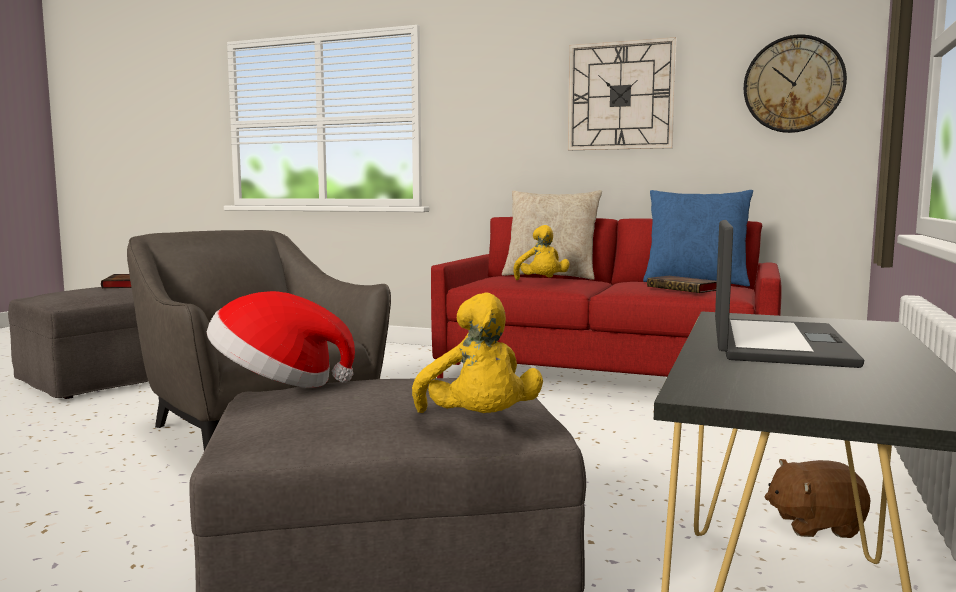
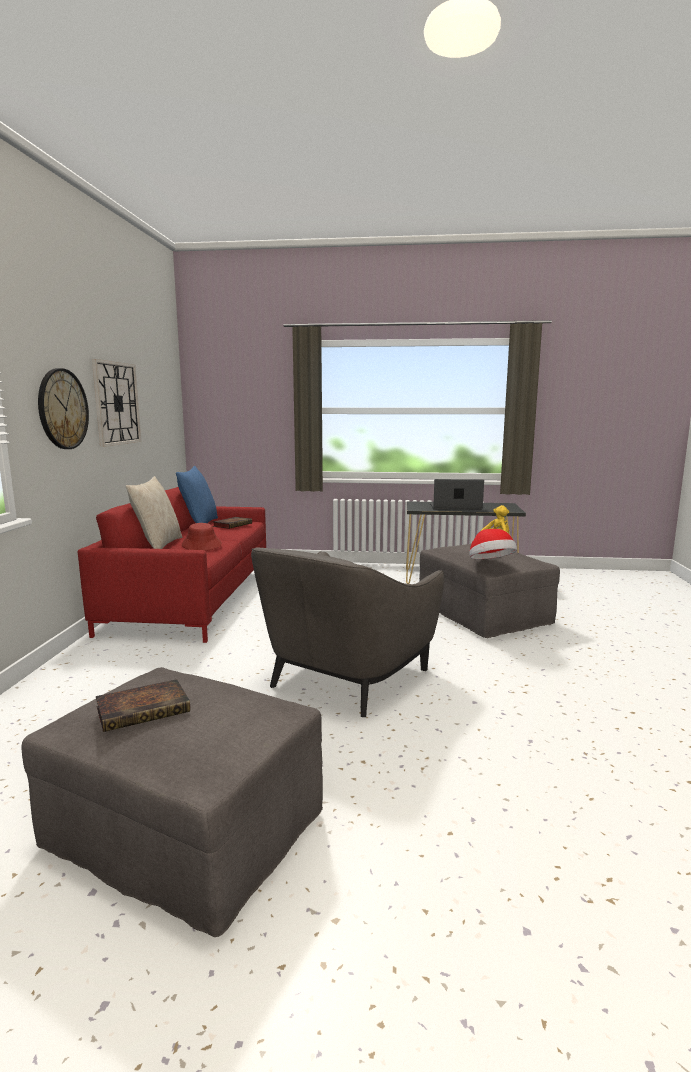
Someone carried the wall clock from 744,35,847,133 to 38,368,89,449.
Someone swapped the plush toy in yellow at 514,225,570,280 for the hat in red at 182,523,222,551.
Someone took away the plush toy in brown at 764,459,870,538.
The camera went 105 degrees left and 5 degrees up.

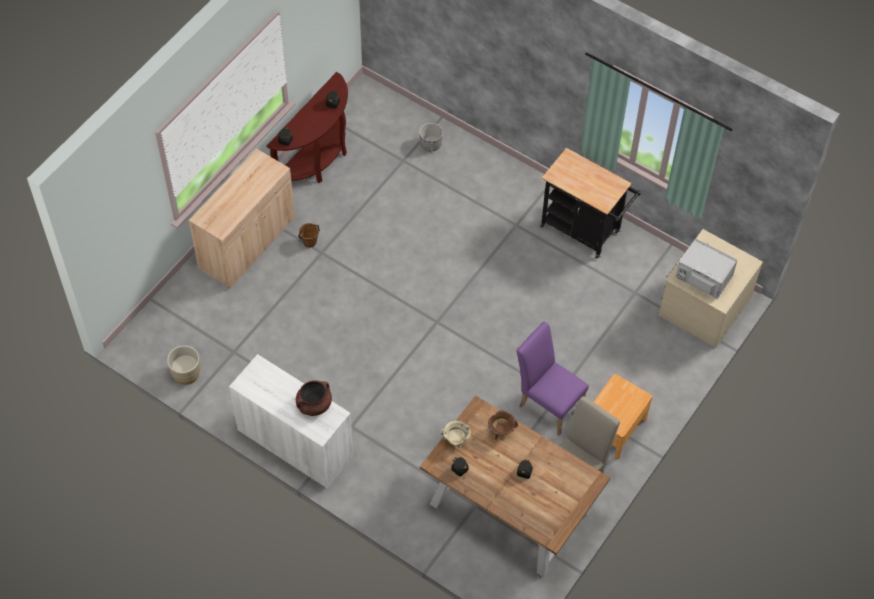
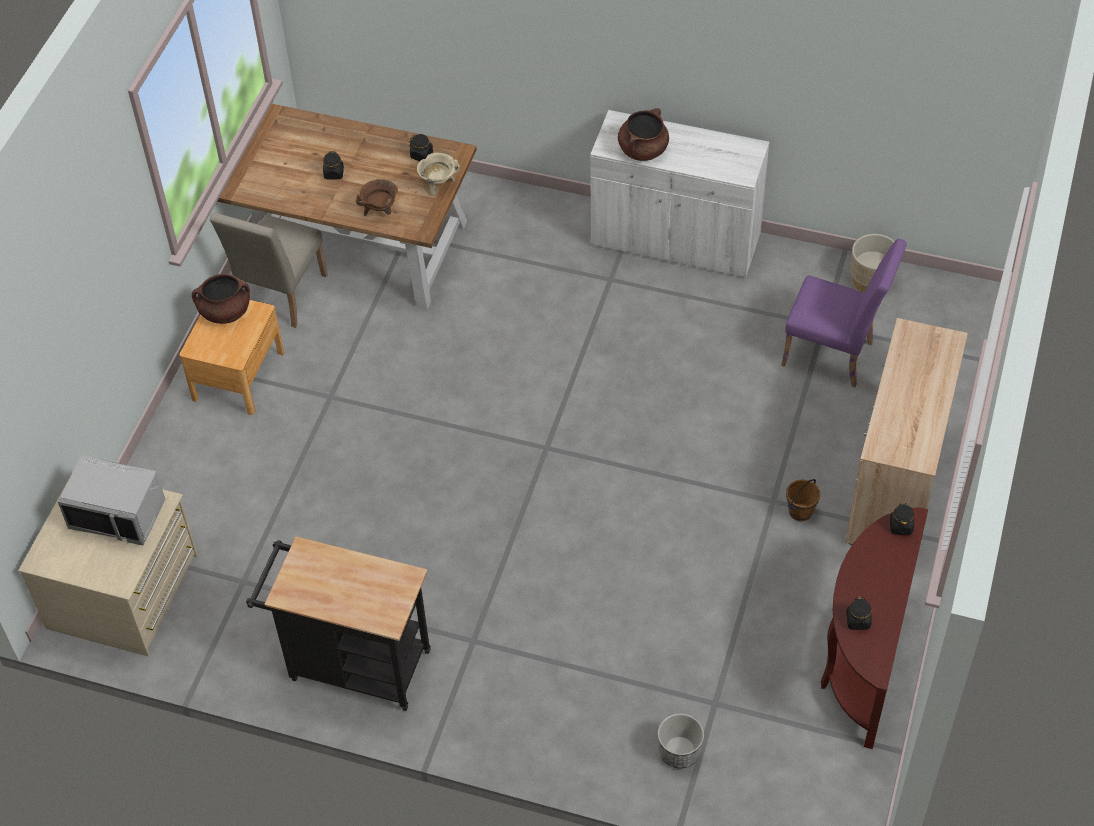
Someone carried the chair in purple from 516,322,589,436 to 781,239,907,387.
Someone put down the cooking pot in brown at 192,274,250,324.
The camera went 165 degrees right and 5 degrees down.

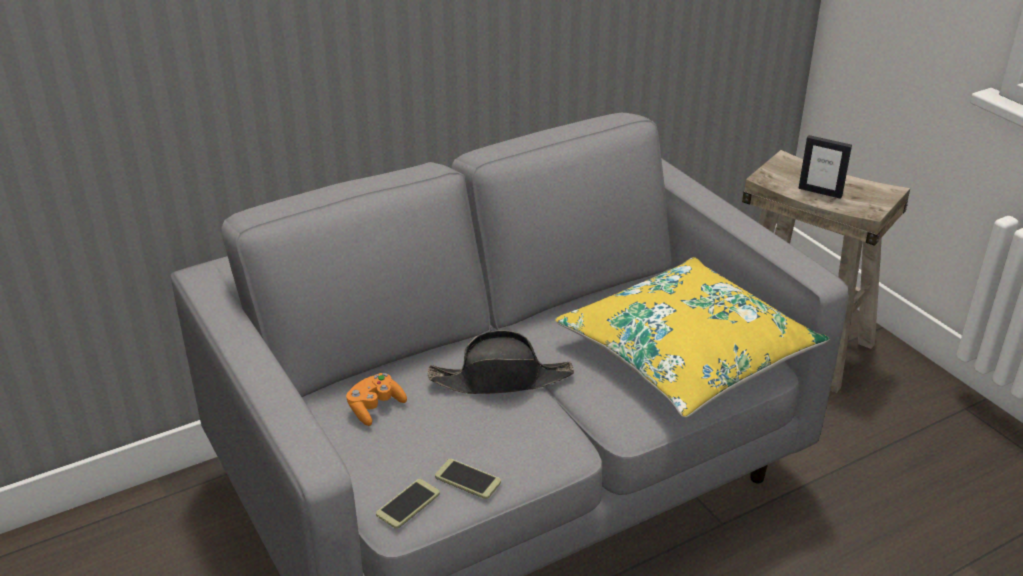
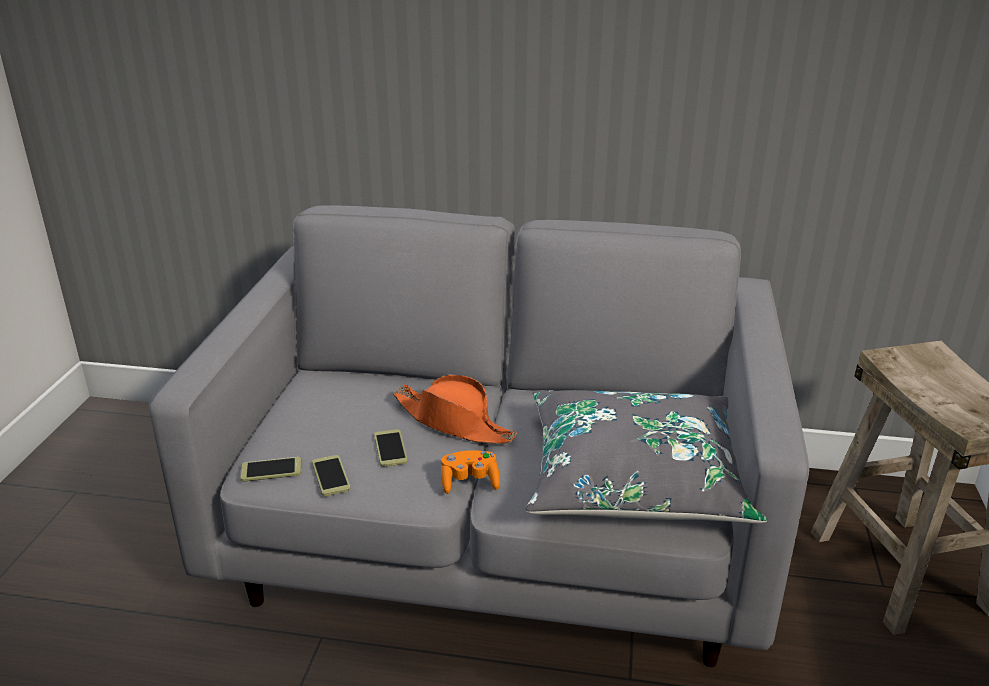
Someone took away the picture frame at 798,135,852,199.
Someone repainted the pillow in yellow at 555,257,830,418, which became the pillow in grey at 526,390,767,523.
Someone repainted the hat in black at 428,330,574,394, which became the hat in orange at 393,374,517,444.
Someone carried the game controller in orange from 346,373,407,426 to 441,450,500,494.
Someone put down the phone at 374,429,408,467.
The camera went 40 degrees right and 5 degrees down.

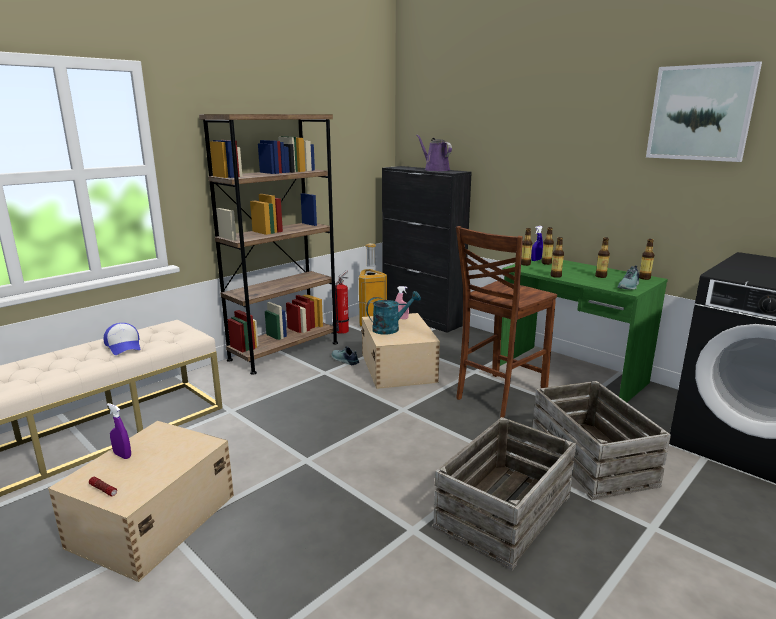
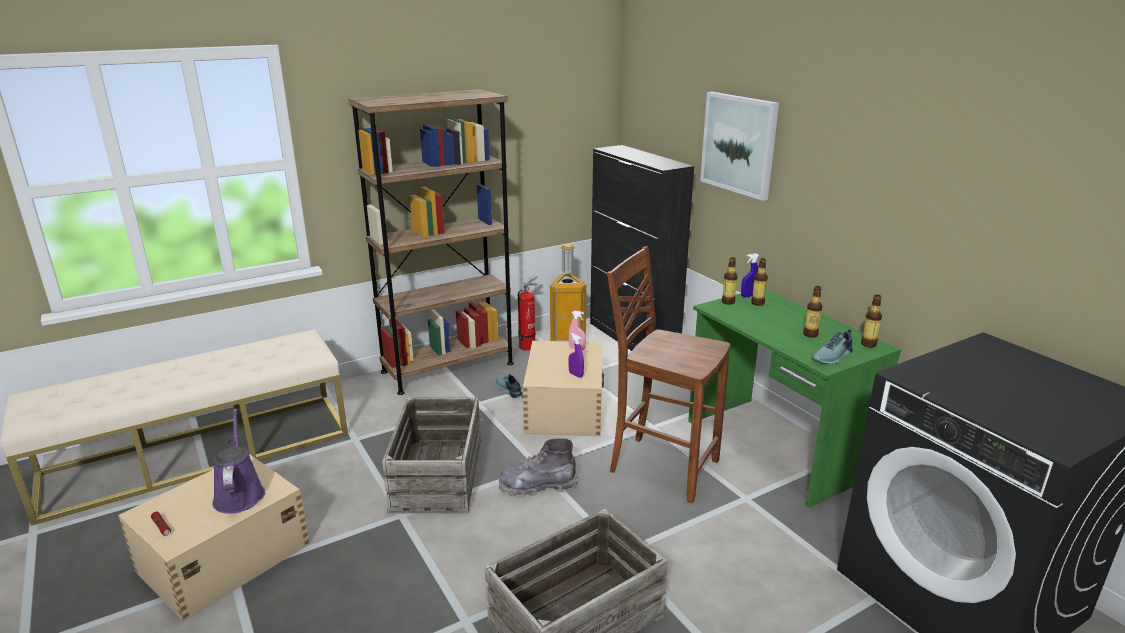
Someone carried the picture from 646,61,762,162 to 700,92,779,201.
Someone carried the watering can in purple from 416,134,452,171 to 212,409,265,514.
Someone rotated the chair in brown at 456,226,557,418 by 60 degrees clockwise.
Someone took away the bottle at 551,237,564,278.
Someone took away the watering can in turquoise at 366,291,421,335.
Someone took away the cap at 104,323,140,355.
Someone carried the crate from 532,381,671,501 to 382,397,481,514.
Someone carried the spray bottle in purple from 107,403,131,459 to 568,333,584,378.
Someone put down the boot in grey at 499,438,577,497.
The camera went 15 degrees right and 5 degrees up.

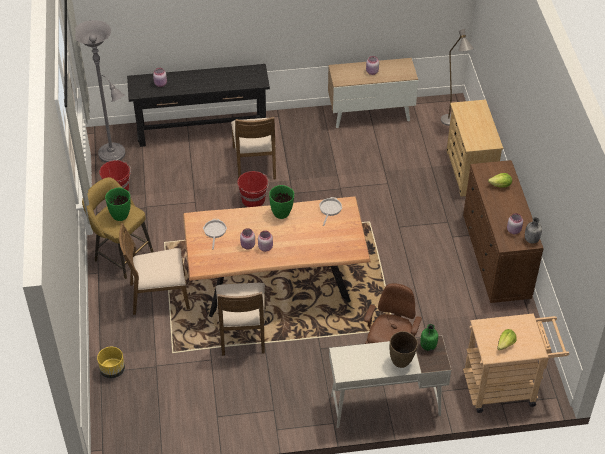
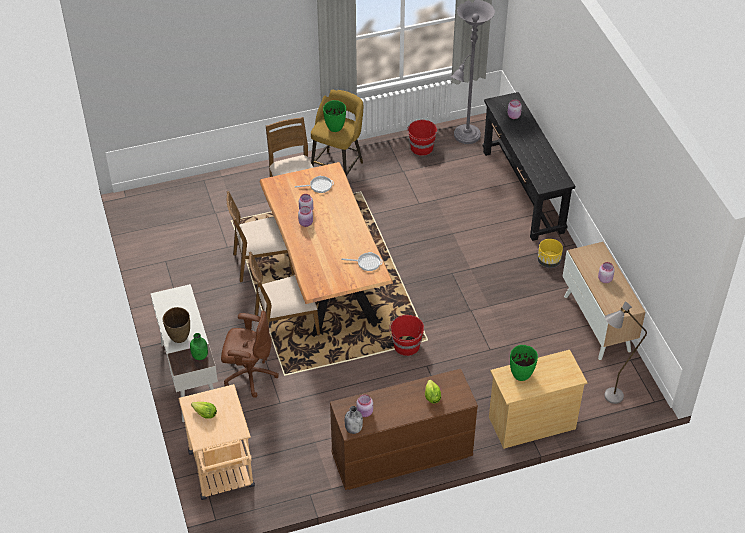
Someone carried the chair in brown from 231,117,276,180 to 249,252,320,335.
Someone carried the bucket in red from 237,171,269,207 to 389,315,424,356.
Someone carried the vase in green from 269,185,294,219 to 510,345,538,381.
Someone carried the planter in yellow from 97,347,125,378 to 538,239,563,268.
The camera went 80 degrees right and 0 degrees up.

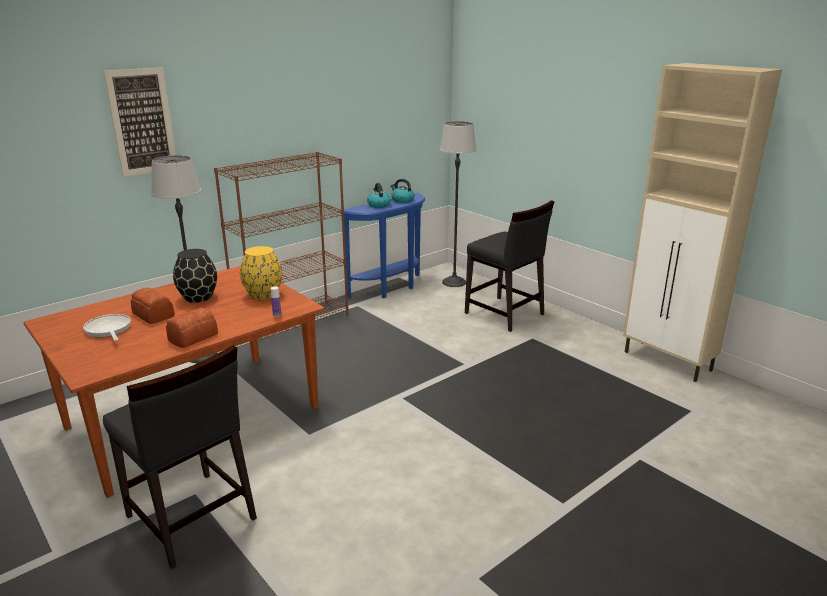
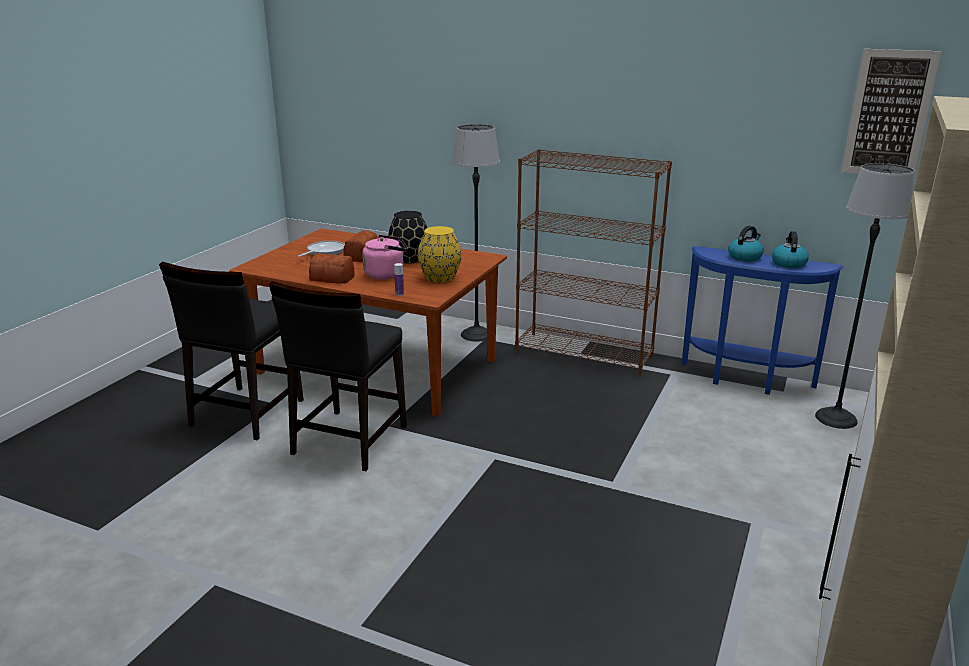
Someone carried the picture from 104,67,176,177 to 841,49,941,174.
Someone carried the chair in black from 465,200,554,332 to 269,281,407,471.
Someone put down the kettle in pink at 362,235,408,280.
The camera went 65 degrees right and 0 degrees up.

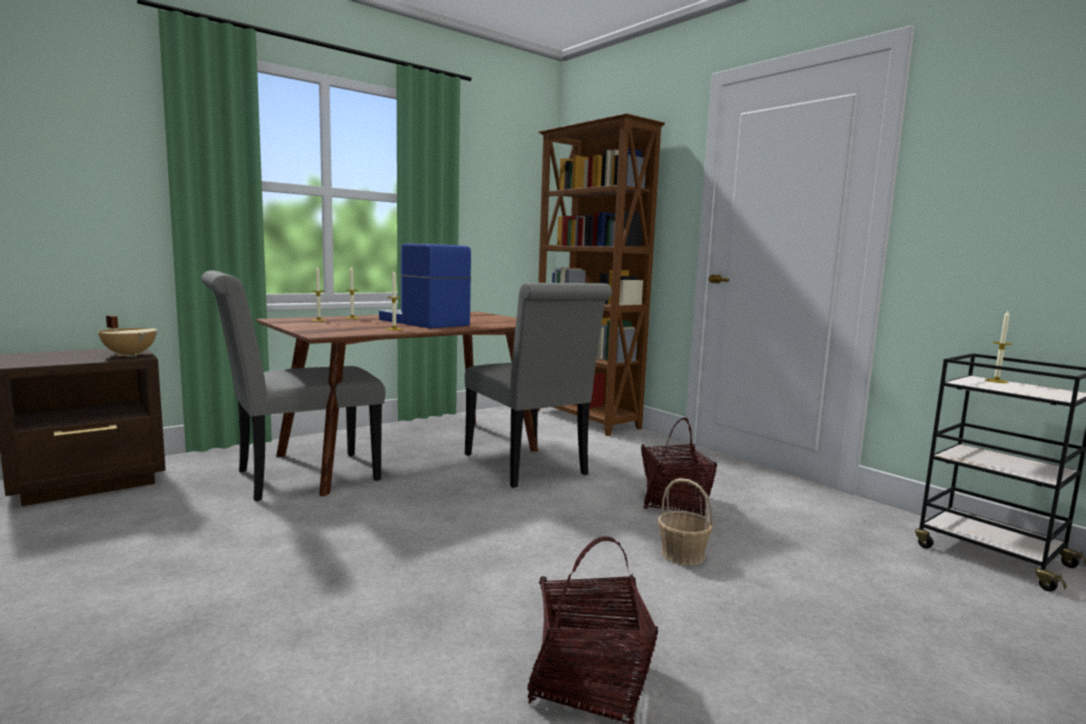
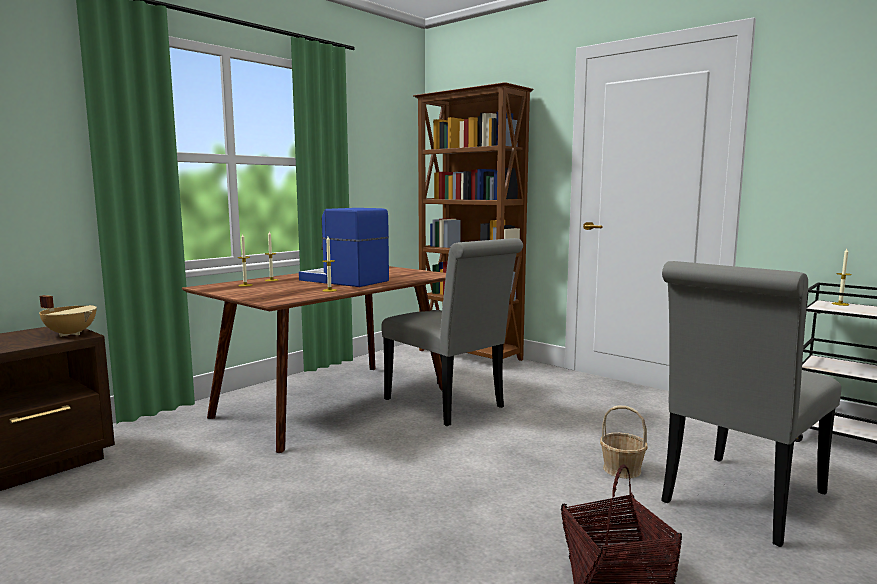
Someone carried the chair in grey from 201,270,385,501 to 661,261,841,547.
Someone took away the basket at 641,418,717,516.
The camera went 10 degrees left and 0 degrees up.

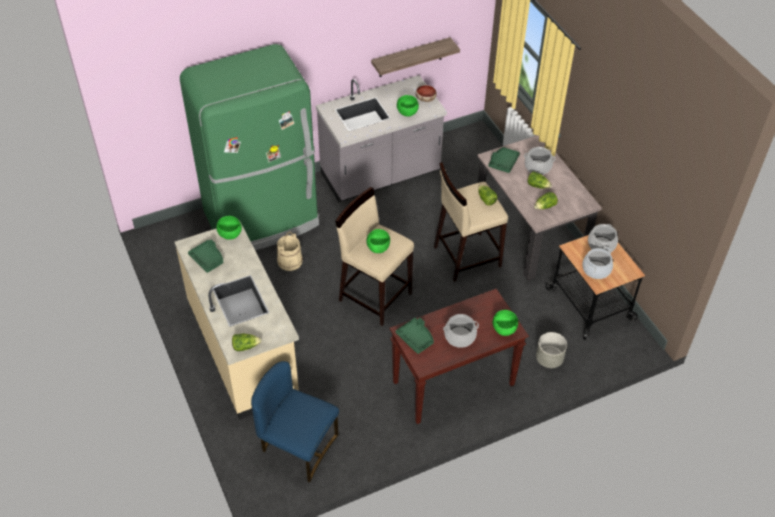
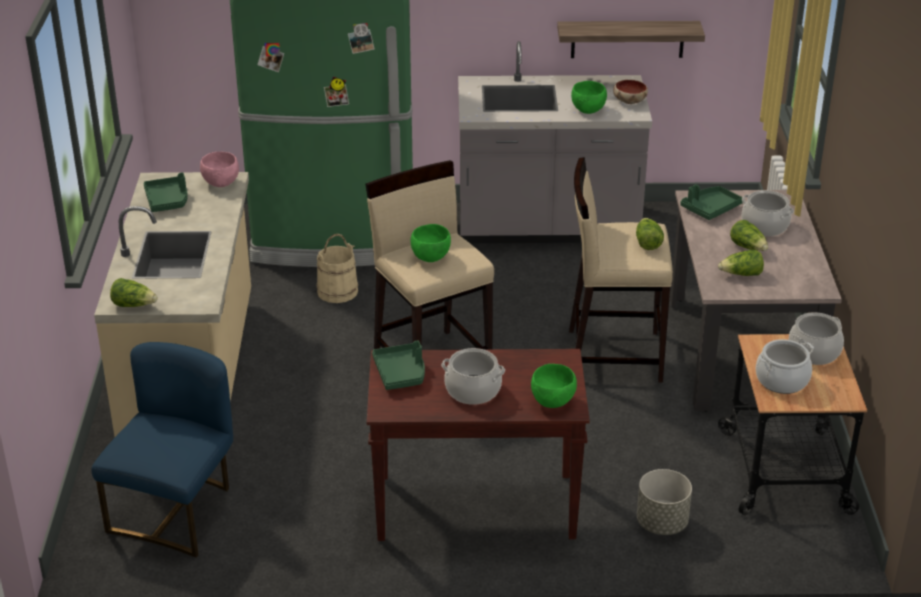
Someone repainted the bowl in green at 216,216,242,240, which became the bowl in pink at 200,152,239,187.
Someone rotated the chair in blue at 251,361,339,482 by 60 degrees clockwise.
The camera went 25 degrees right and 15 degrees down.

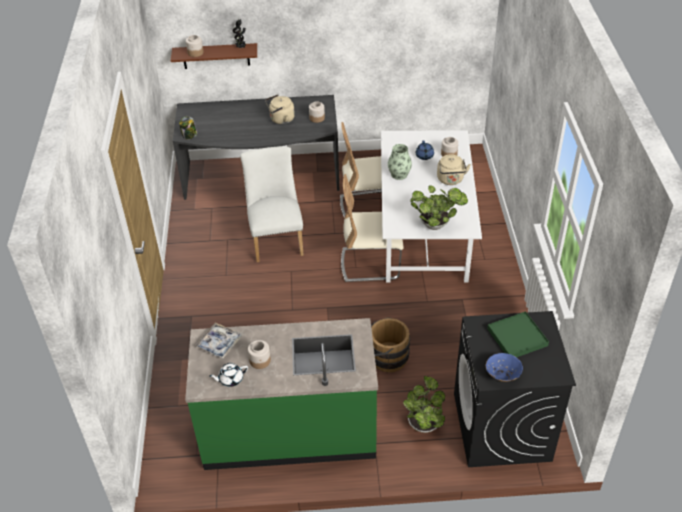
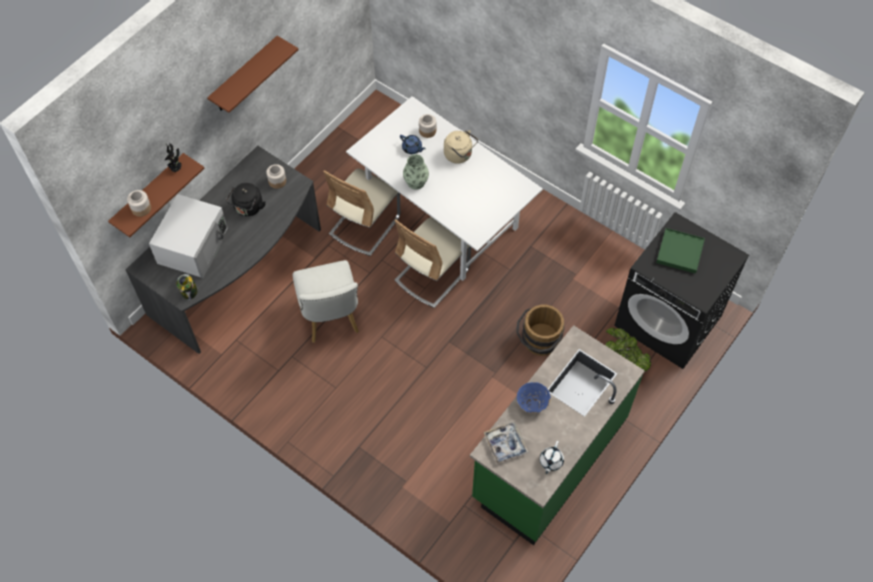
Someone repainted the kettle in beige at 265,94,295,124, which became the kettle in black at 226,183,265,216.
Someone rotated the chair in white at 240,146,304,262 by 135 degrees counterclockwise.
Someone took away the potted plant at 410,185,468,230.
Someone took away the jar at 248,340,271,369.
Someone carried the bowl in blue from 486,353,523,382 to 516,382,551,413.
Someone put up the shelf in brown at 207,36,299,113.
Someone put down the microwave in white at 149,194,228,278.
The camera went 50 degrees left and 15 degrees up.

